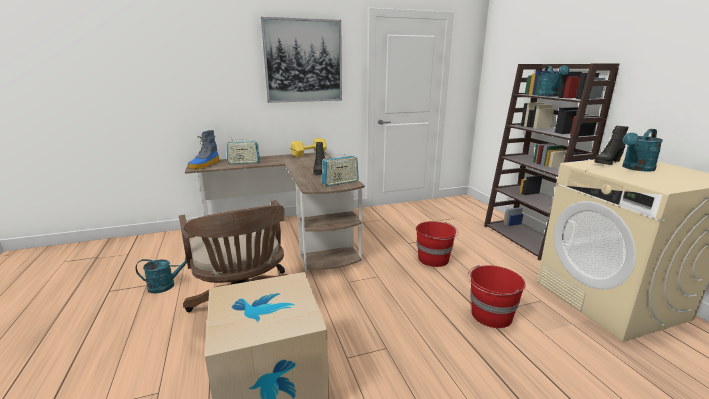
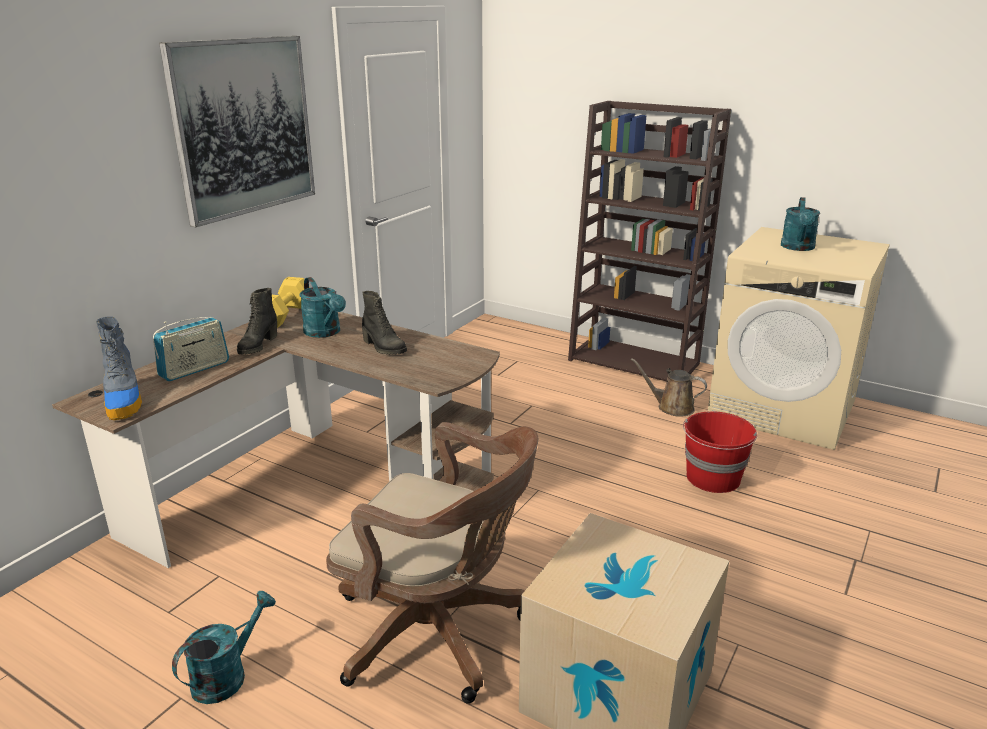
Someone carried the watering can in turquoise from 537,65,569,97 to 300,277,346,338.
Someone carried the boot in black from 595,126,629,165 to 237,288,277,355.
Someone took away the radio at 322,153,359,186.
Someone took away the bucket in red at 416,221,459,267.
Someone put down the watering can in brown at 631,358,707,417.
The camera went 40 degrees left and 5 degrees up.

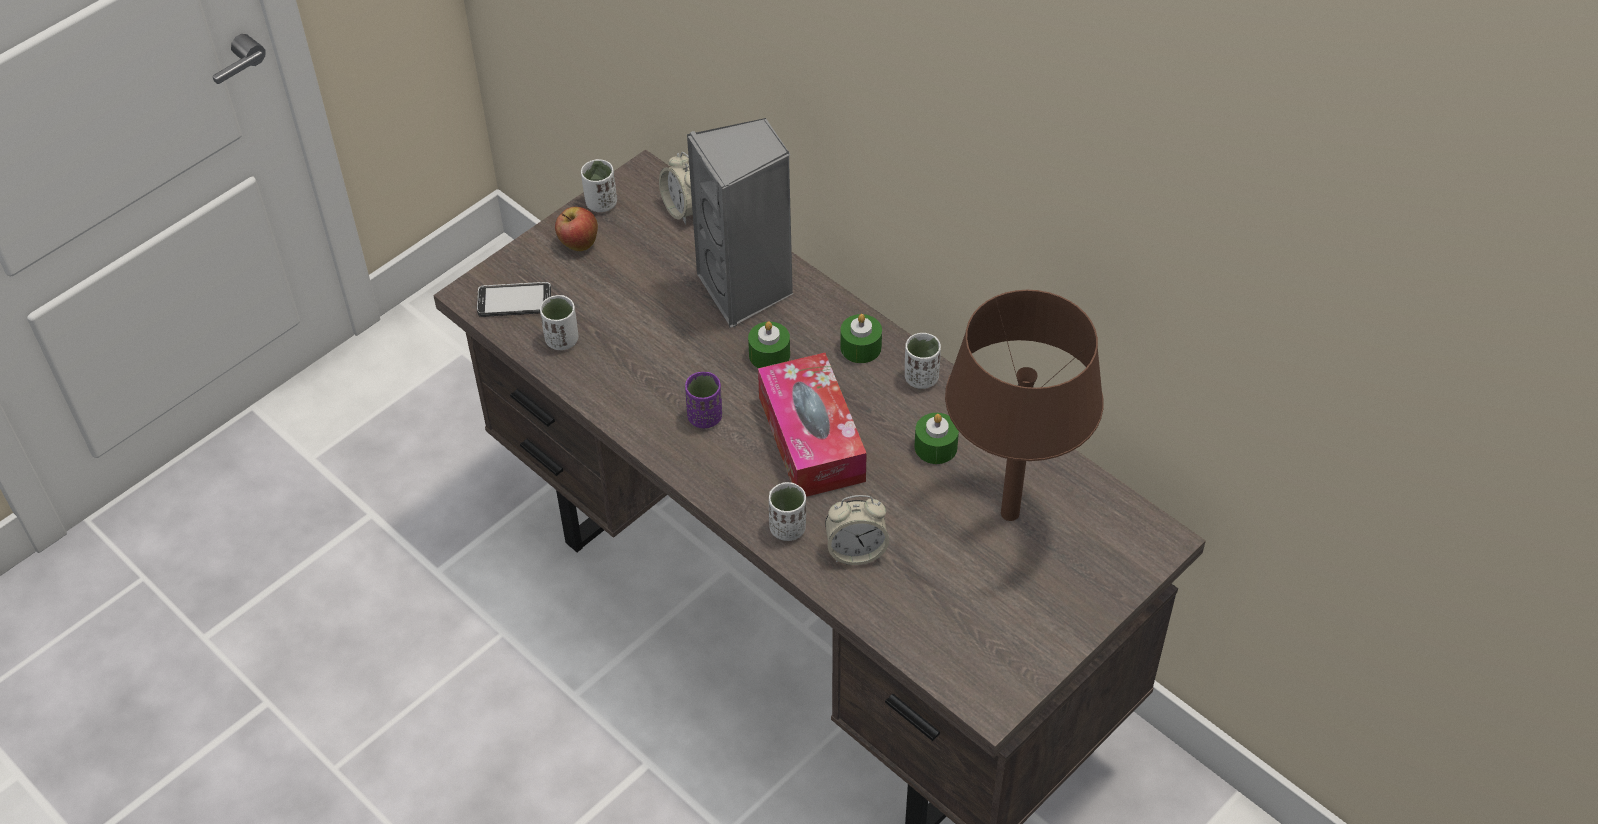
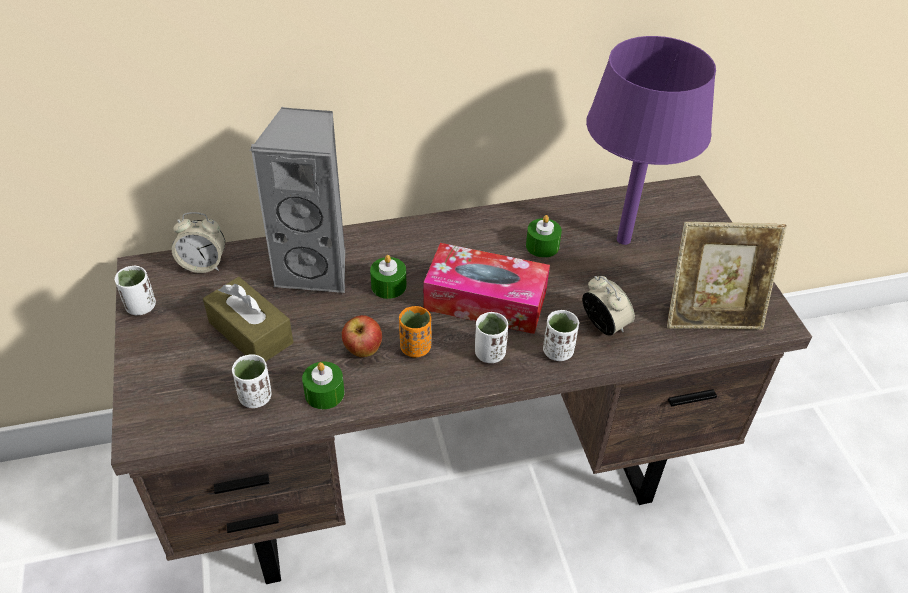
Someone carried the apple from 555,207,598,251 to 342,315,382,357.
Someone took away the phone at 477,282,551,317.
Someone repainted the table lamp in brown at 945,290,1104,521, which became the table lamp in purple at 586,36,716,245.
Someone carried the candle in green from 840,314,882,363 to 302,362,344,409.
Someone carried the cup in white from 905,333,941,389 to 475,312,508,363.
Someone repainted the cup in purple at 685,372,722,428, which became the cup in orange at 399,306,431,357.
Someone rotated the alarm clock at 825,495,889,565 by 60 degrees counterclockwise.
Someone put down the picture frame at 667,222,787,330.
Someone put down the tissue box in brown at 203,277,293,362.
The camera went 60 degrees left and 5 degrees down.

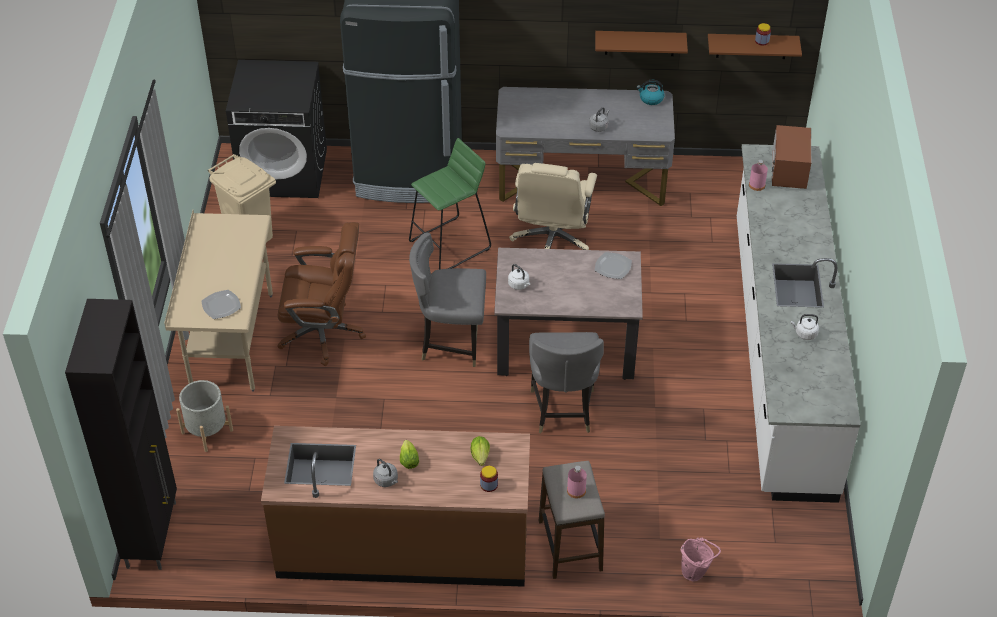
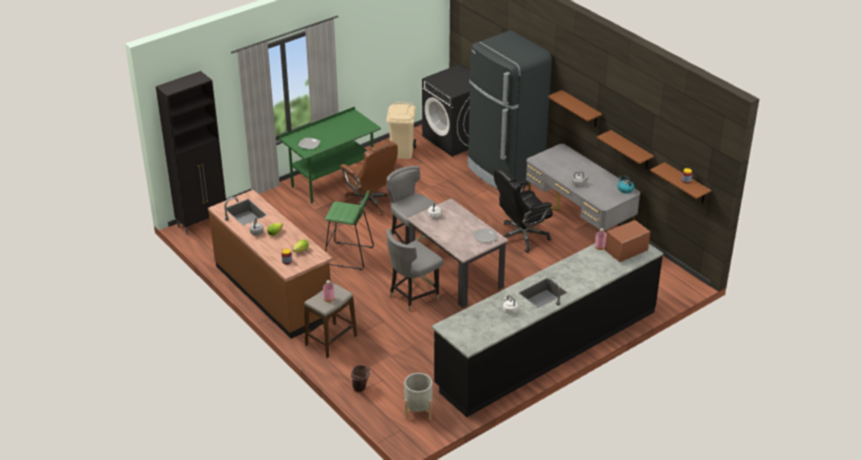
Someone carried the stool in green from 409,138,491,269 to 325,190,374,270.
Someone repainted the counter in white at 737,144,861,503, which became the counter in black at 431,244,664,417.
Someone repainted the office chair in beige at 509,163,597,250, which became the office chair in black at 494,168,553,253.
Someone repainted the desk in beige at 164,211,273,392, which became the desk in green at 279,107,381,204.
Someone carried the planter in grey from 176,380,233,452 to 404,373,432,420.
Someone repainted the bucket in pink at 681,538,721,581, which became the bucket in brown at 351,365,370,392.
Someone put up the shelf in brown at 547,90,602,127.
The camera went 50 degrees right and 10 degrees down.

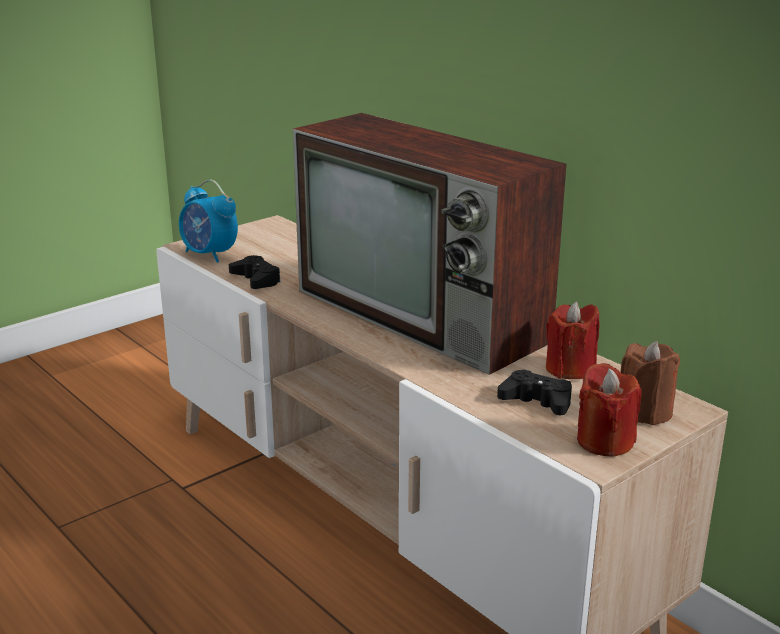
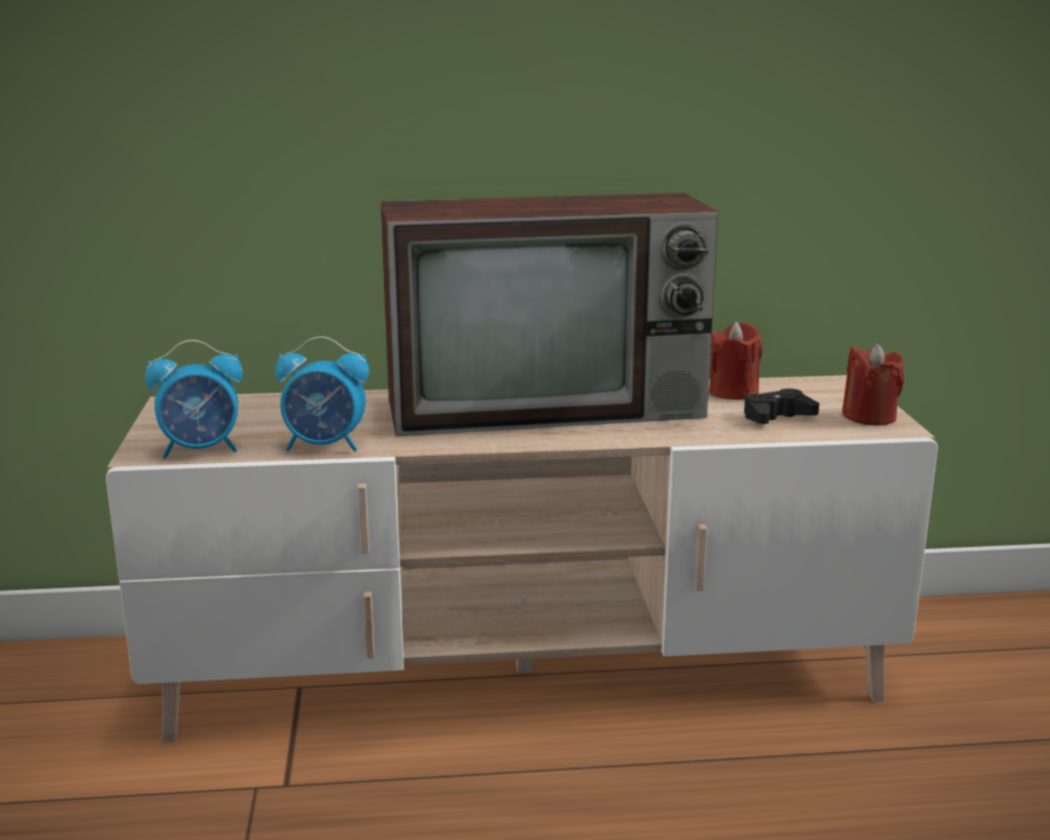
Someone swapped the game controller in black at 229,255,281,289 for the alarm clock at 275,336,369,452.
Someone took away the candle in brown at 620,341,680,425.
The camera went 55 degrees left and 5 degrees down.

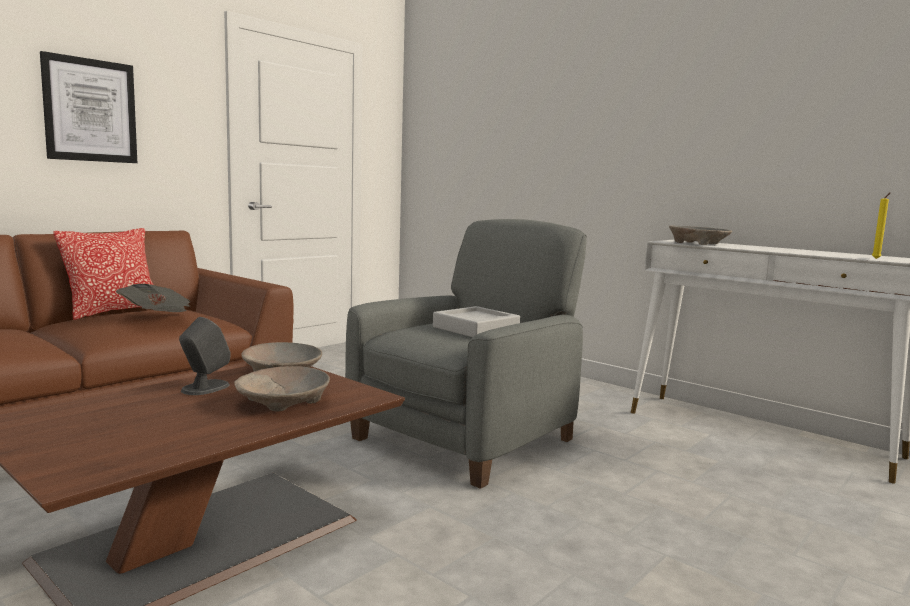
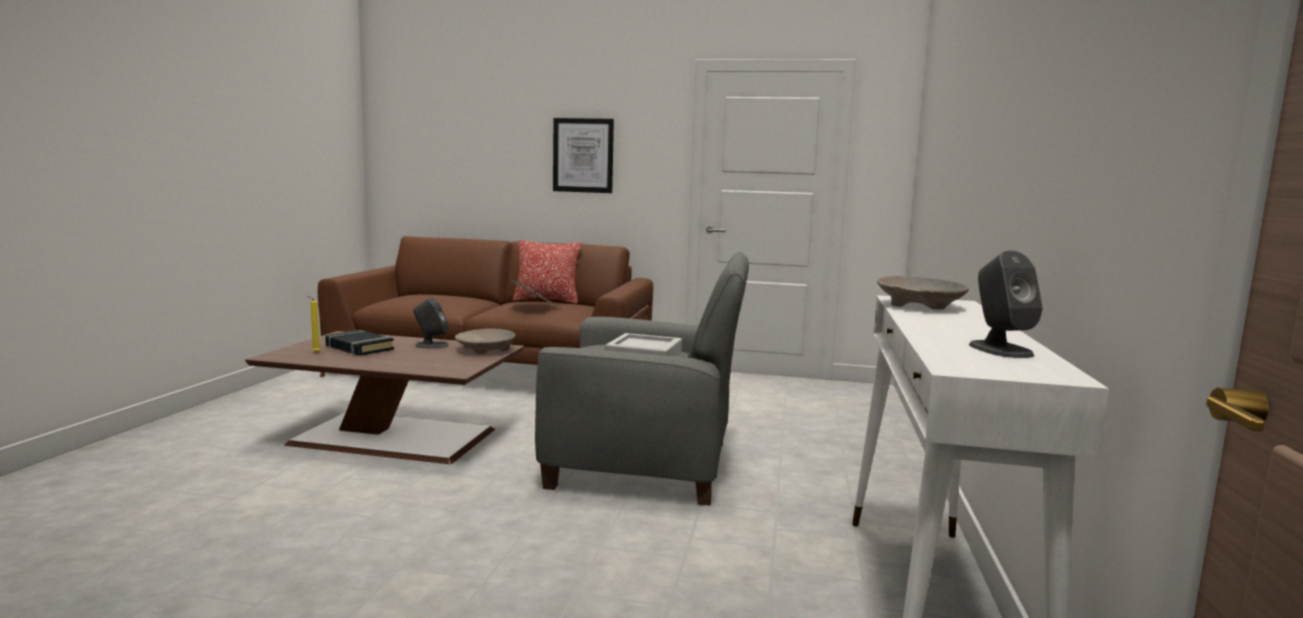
Someone carried the candle in yellow from 872,192,891,259 to 307,296,320,352.
Someone took away the bowl in beige at 234,366,330,411.
Someone put down the speaker in grey at 969,250,1043,358.
Someone put down the book in black at 325,330,394,356.
The camera went 60 degrees right and 0 degrees up.

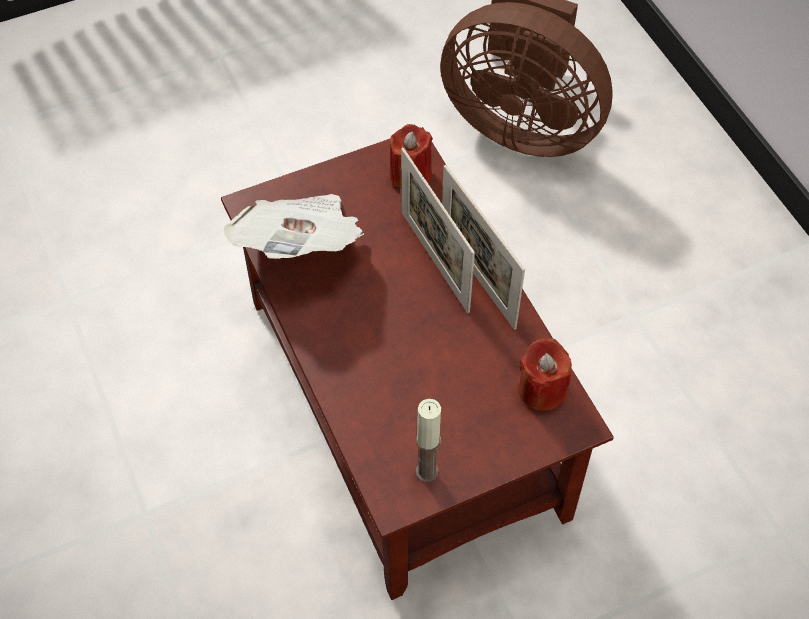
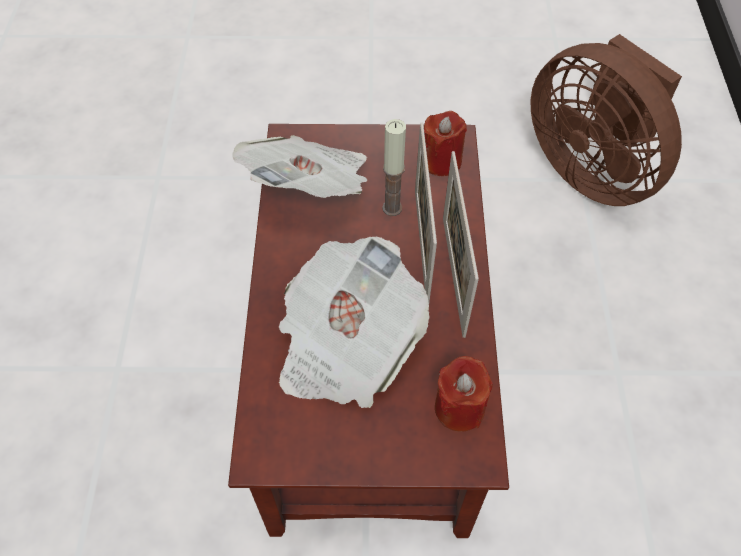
Someone carried the candle from 416,399,441,482 to 382,119,406,216.
Someone put down the newspaper at 279,237,430,408.
The camera went 25 degrees right and 0 degrees up.

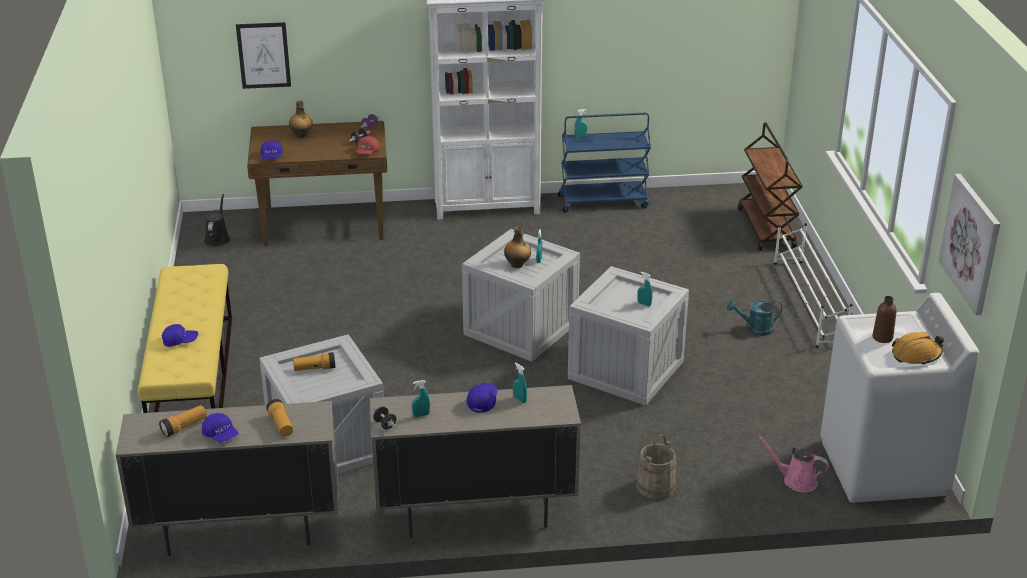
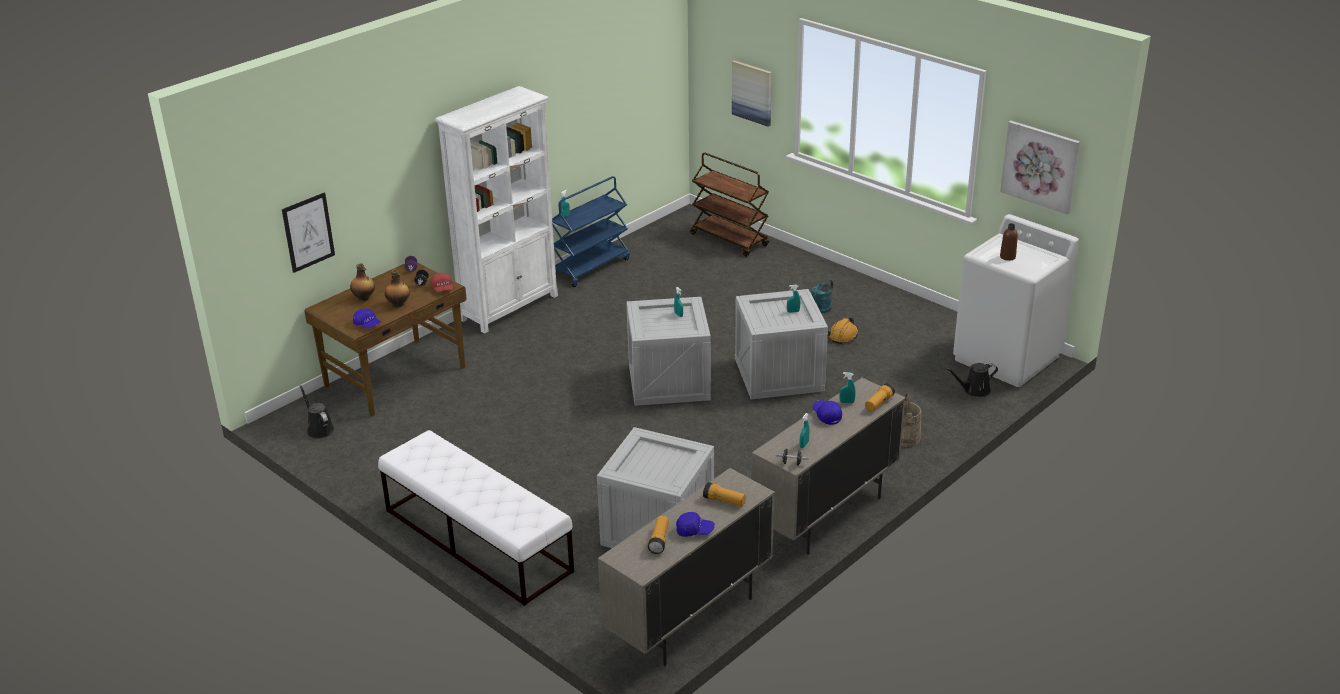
Someone took away the shoe rack in white at 774,223,853,348.
Someone carried the bottle from 504,226,531,268 to 385,269,410,308.
Someone repainted the bench in yellow at 138,264,232,413, which became the bench in white at 378,430,574,606.
Someone took away the cap in blue at 162,324,199,347.
Someone carried the hard hat in orange from 892,332,944,365 to 828,317,859,344.
Someone carried the flashlight from 293,352,335,371 to 865,383,895,411.
Someone repainted the watering can in pink at 759,436,829,492, which became the watering can in black at 946,363,998,397.
Someone put up the picture at 732,60,772,127.
The camera went 40 degrees left and 0 degrees up.

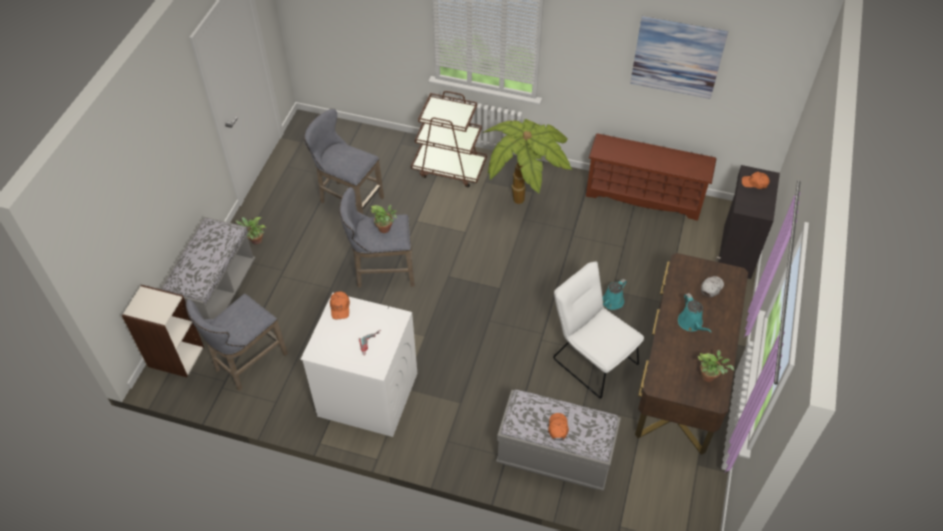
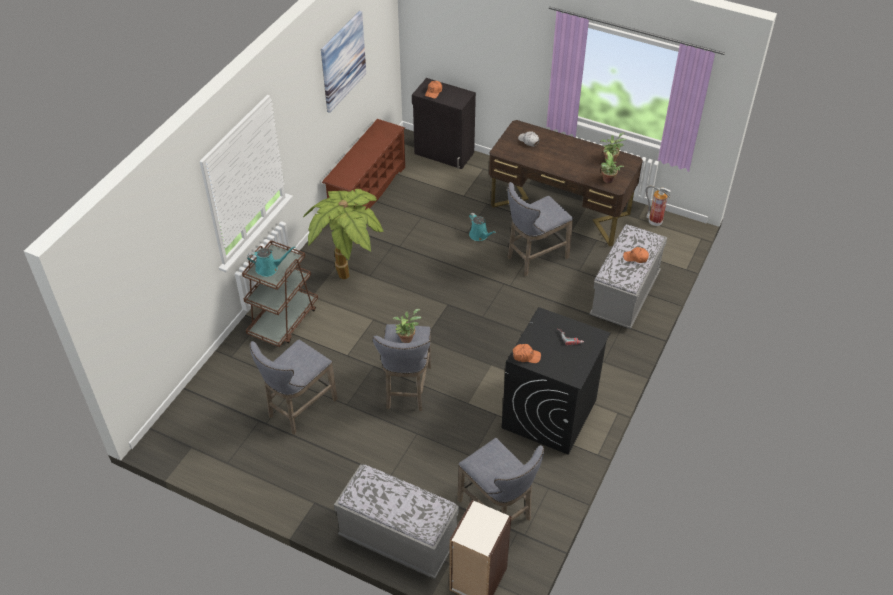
Someone carried the potted plant from 235,217,266,245 to 601,151,625,183.
Someone swapped the chair in white at 553,261,644,398 for the stool in grey at 507,182,573,276.
Someone repainted the washing machine in white at 301,292,417,437, which became the washing machine in black at 502,307,610,455.
Someone carried the watering can in turquoise from 678,293,712,333 to 247,246,296,277.
Someone put down the fire extinguisher at 646,186,671,226.
The camera went 80 degrees left and 5 degrees down.

